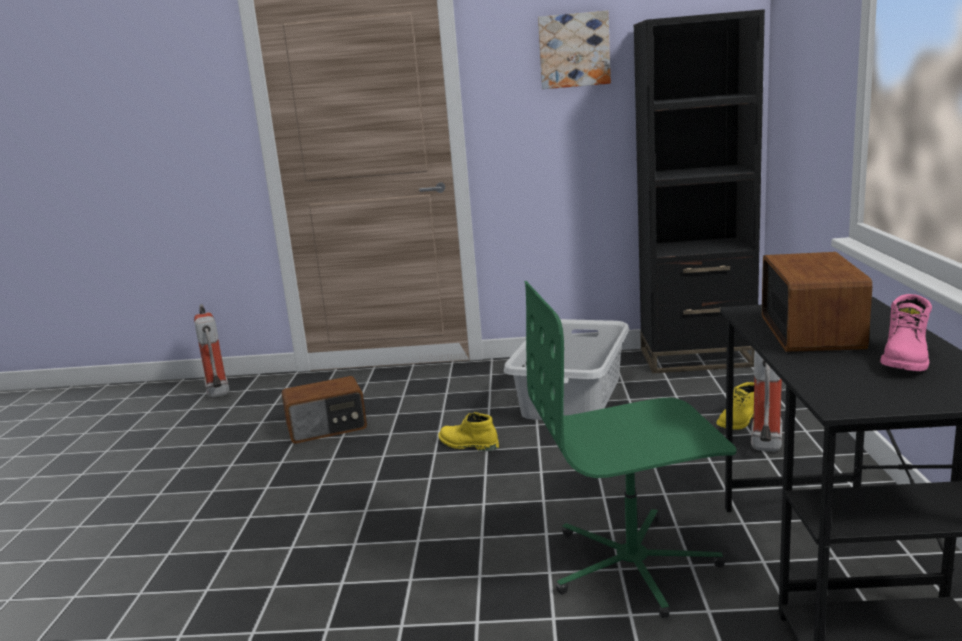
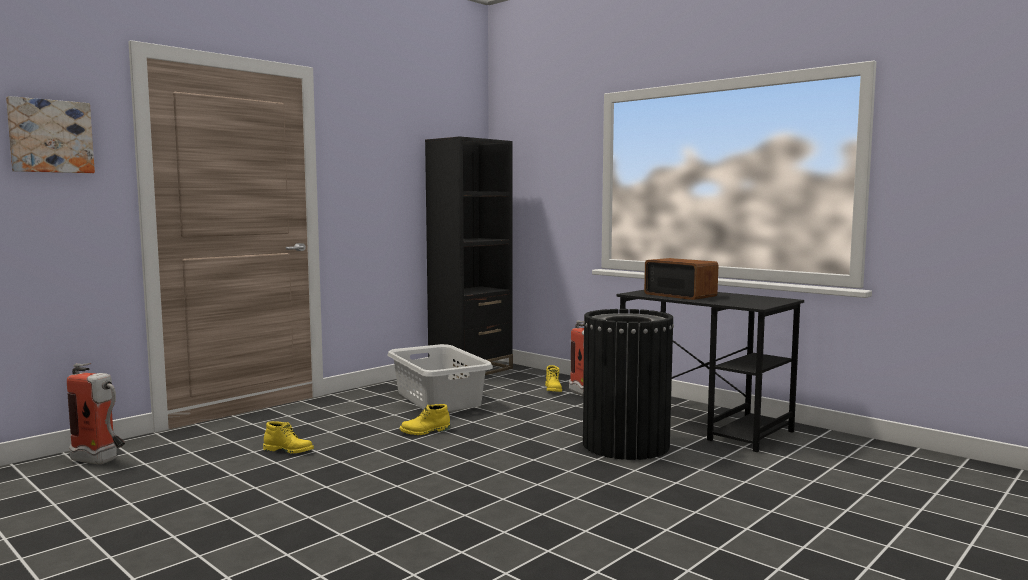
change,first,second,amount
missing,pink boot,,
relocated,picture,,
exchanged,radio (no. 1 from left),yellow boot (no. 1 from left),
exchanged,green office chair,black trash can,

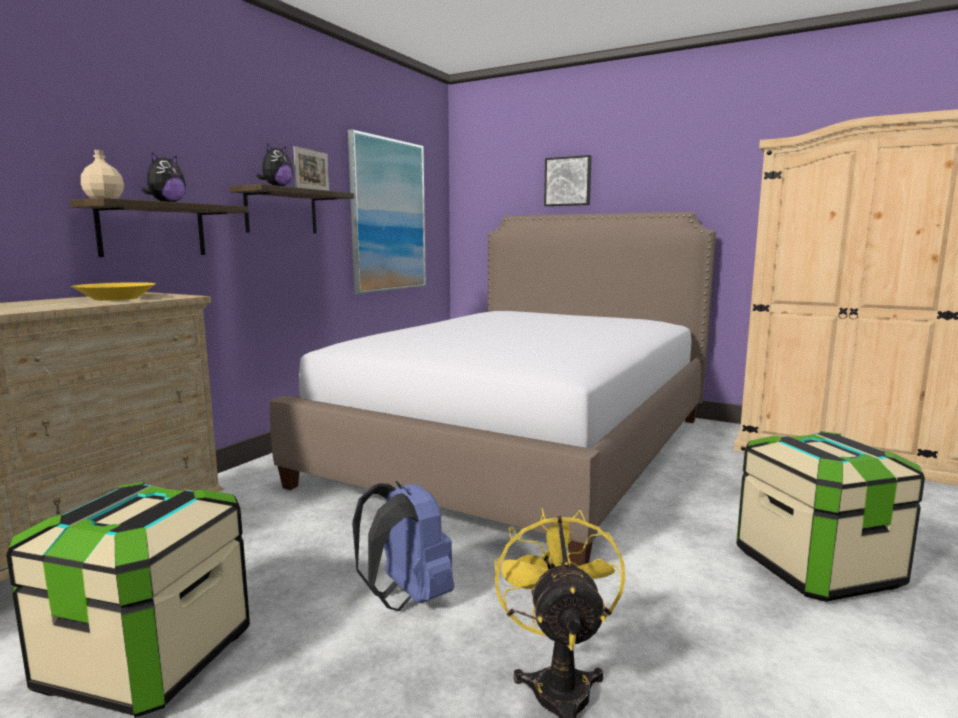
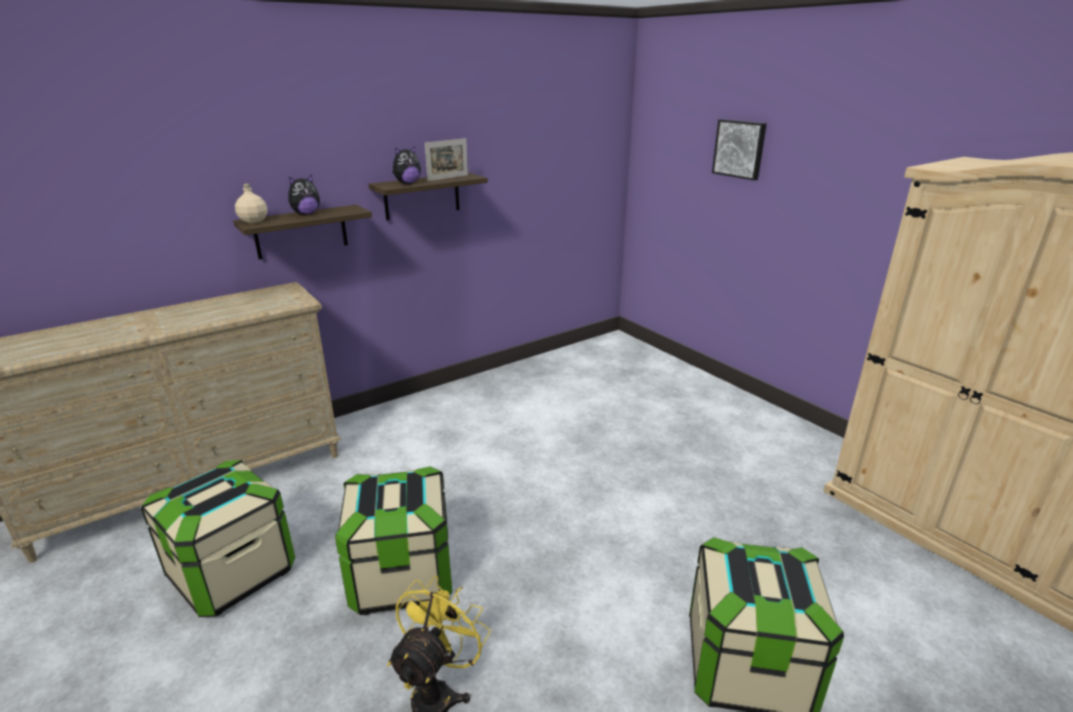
change,first,second,amount
missing,yellow bowl,,
missing,bed,,
missing,picture (no. 1 from left),,
exchanged,blue backpack,storage box (no. 2 from left),

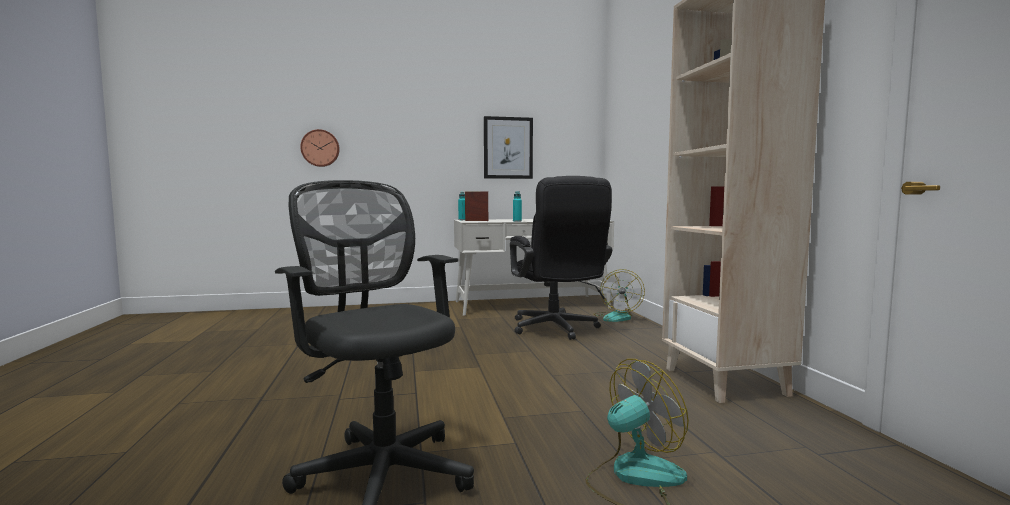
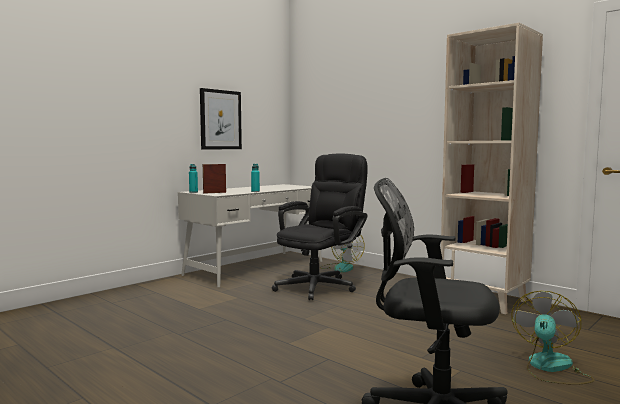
change,first,second,amount
missing,wall clock,,
spun,black office chair (no. 2 from left in the first image),black office chair (no. 1 from left),90 degrees counterclockwise

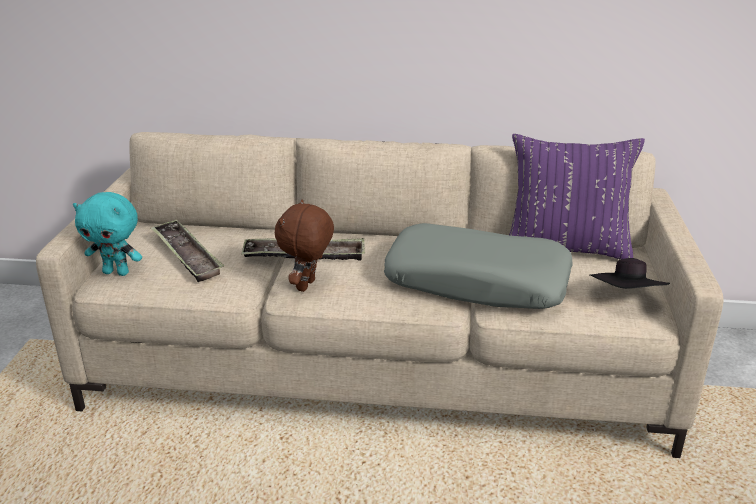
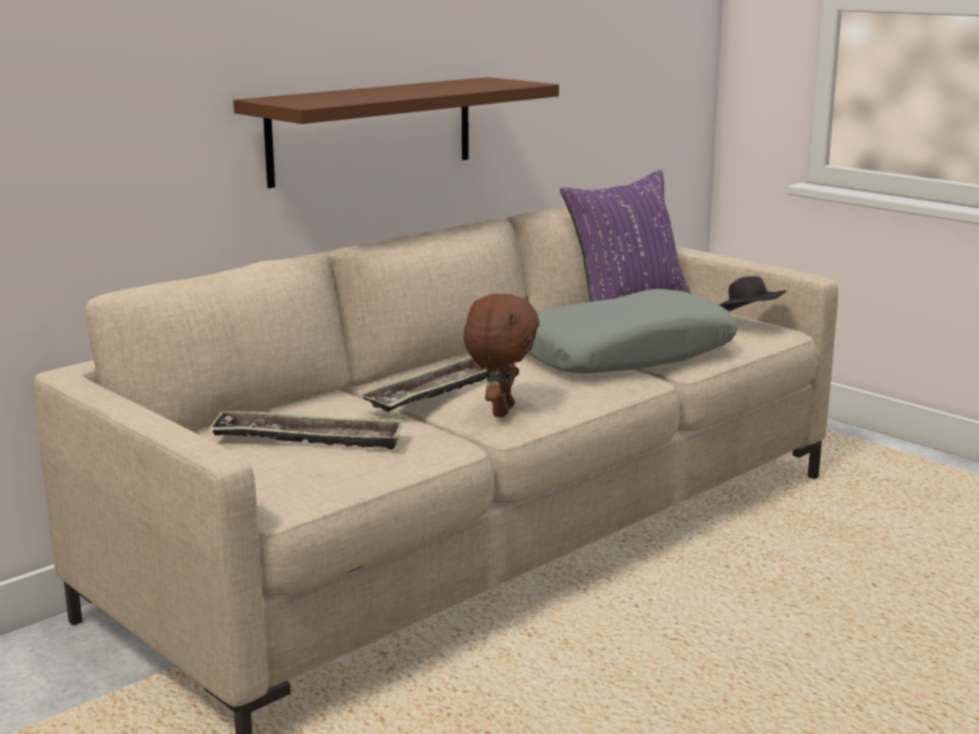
change,first,second,amount
missing,turquoise plush toy,,
appeared,,brown shelf,
spun,brown plush toy,,135 degrees counterclockwise

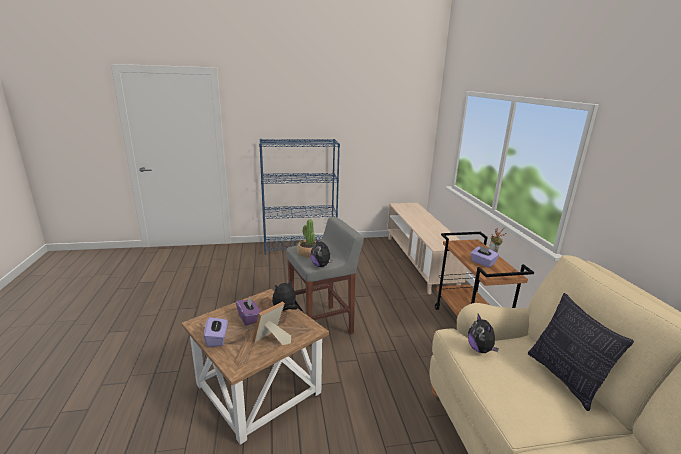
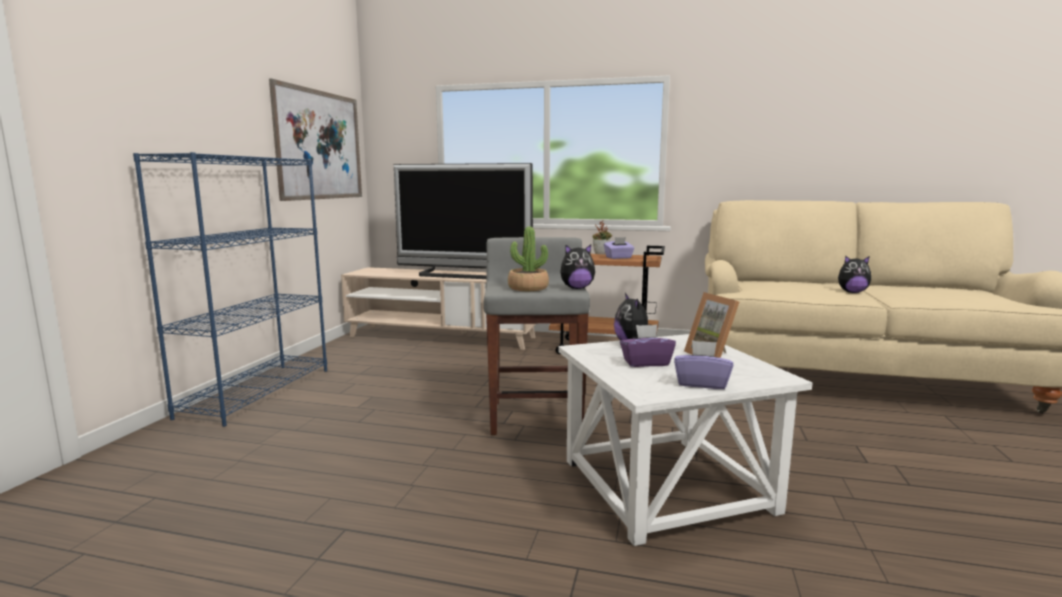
change,first,second,amount
missing,pillow,,
appeared,,picture,
appeared,,television,
relocated,plush toy (no. 3 from left),,
colour,brown side table,white side table,

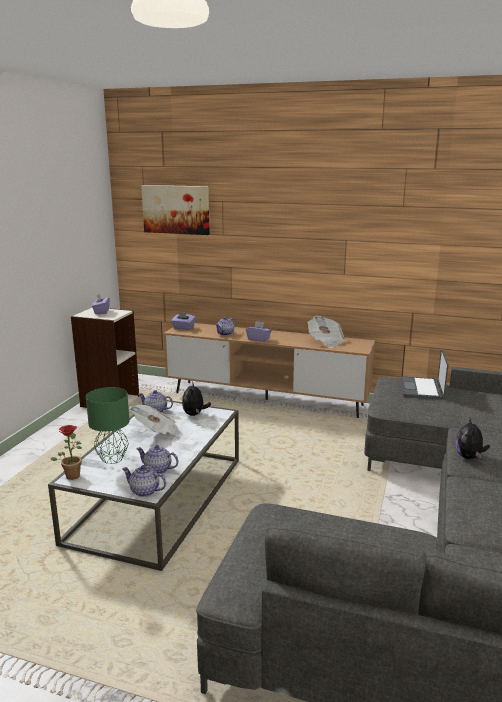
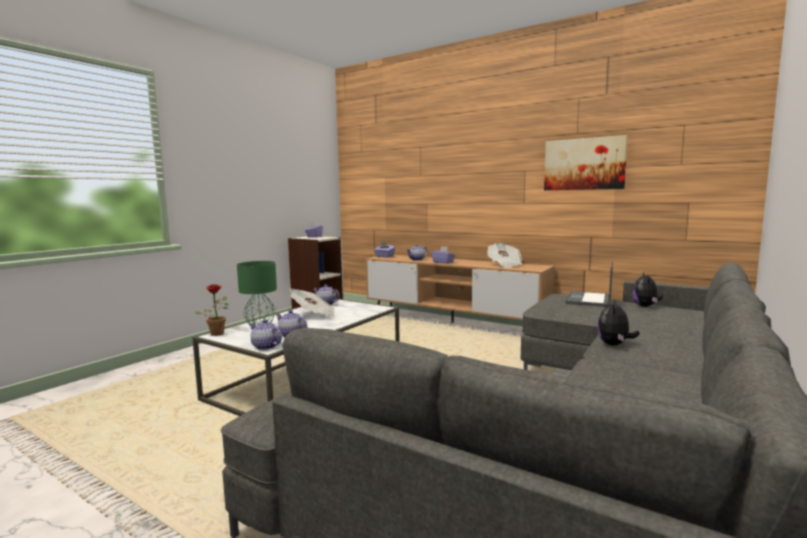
change,first,second,amount
relocated,picture,,
relocated,plush toy (no. 1 from left in the first image),plush toy (no. 2 from left),

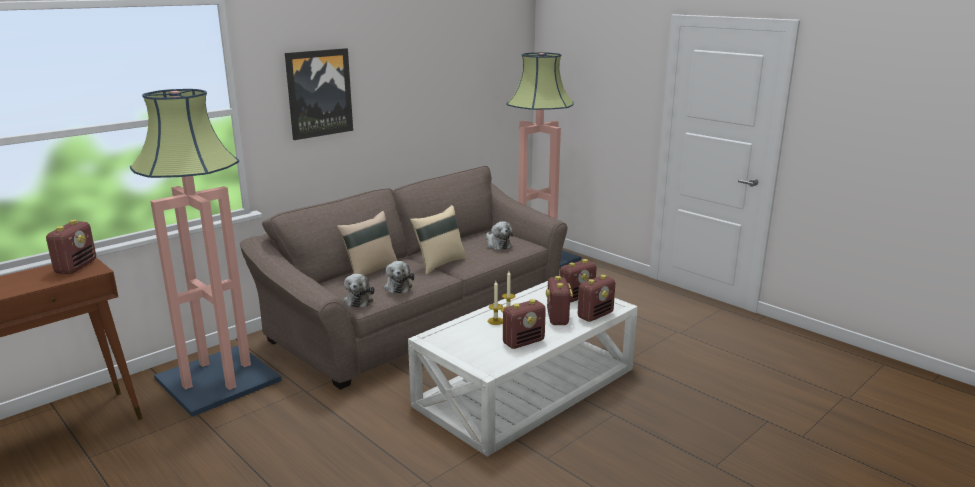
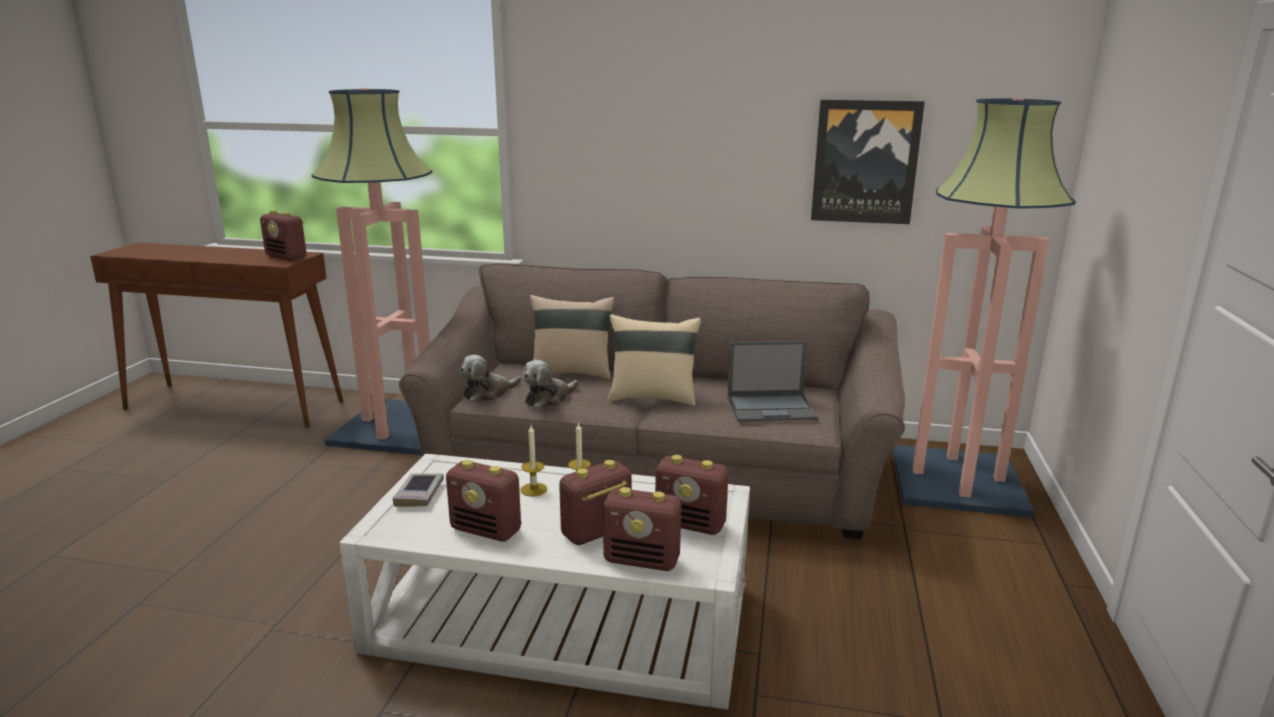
change,first,second,amount
appeared,,book,
relocated,picture,,
exchanged,plush toy (no. 3 from left),laptop,
spun,radio (no. 1 from left),,60 degrees clockwise

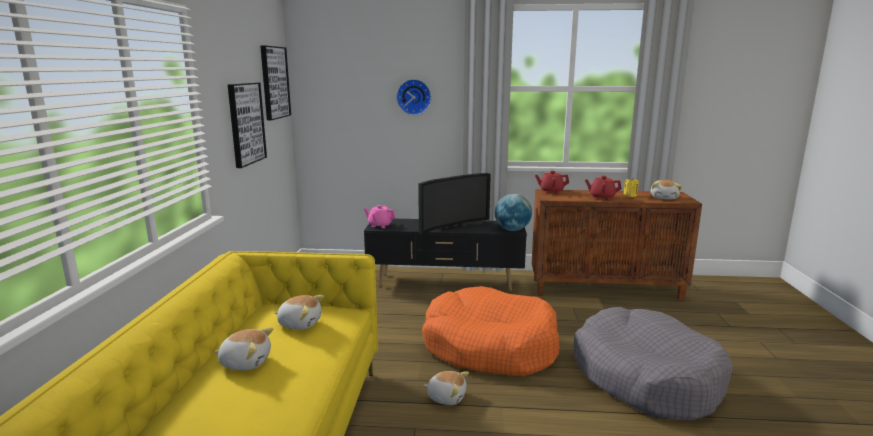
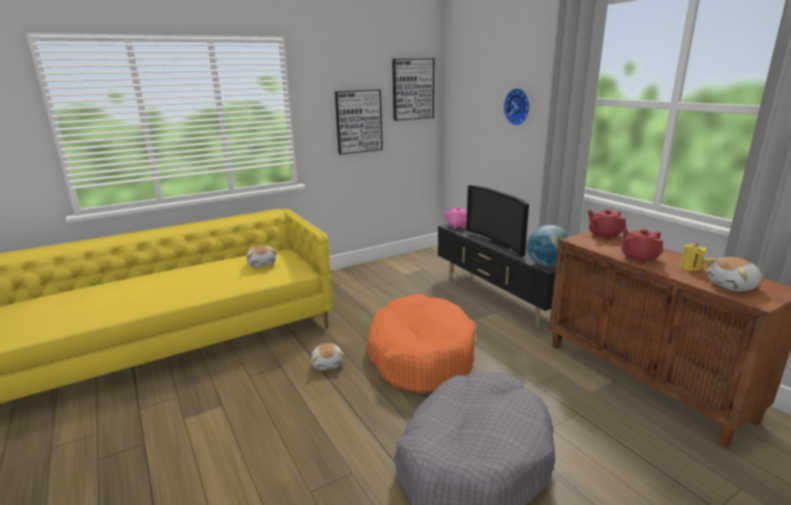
change,first,second,amount
missing,plush toy (no. 1 from left),,
spun,television,,45 degrees clockwise

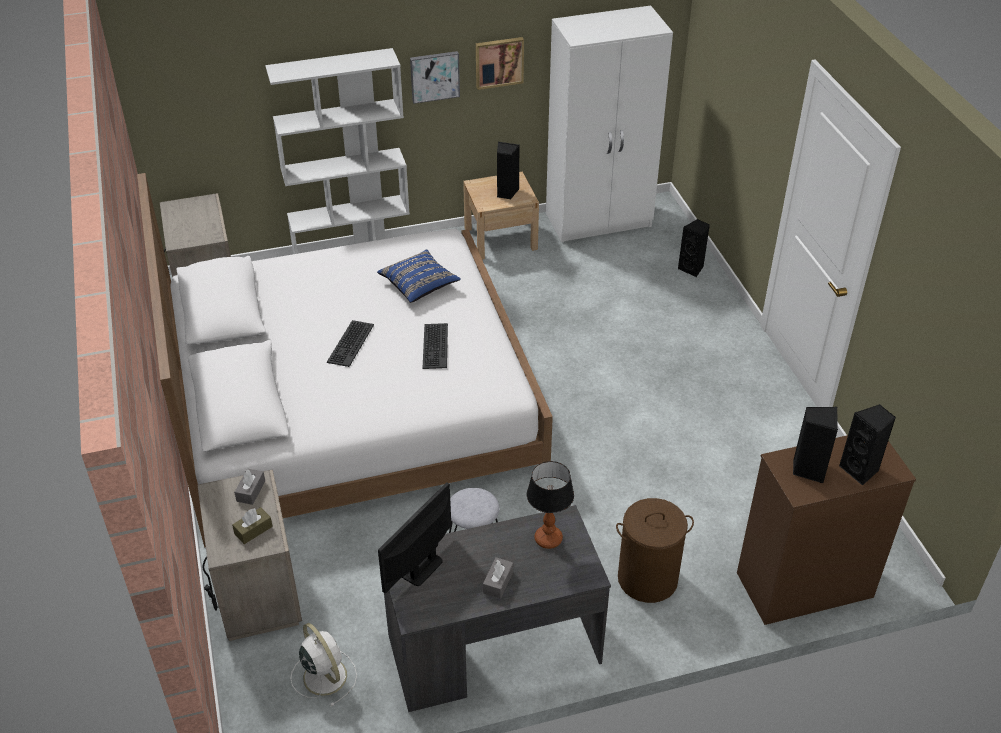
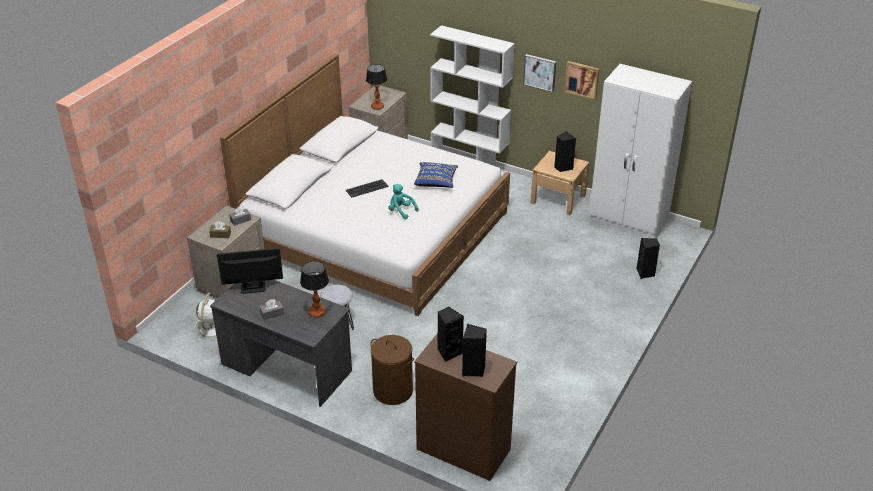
change,first,second,amount
appeared,,table lamp (no. 2 from left),
exchanged,keyboard (no. 2 from left),turquoise plush toy,

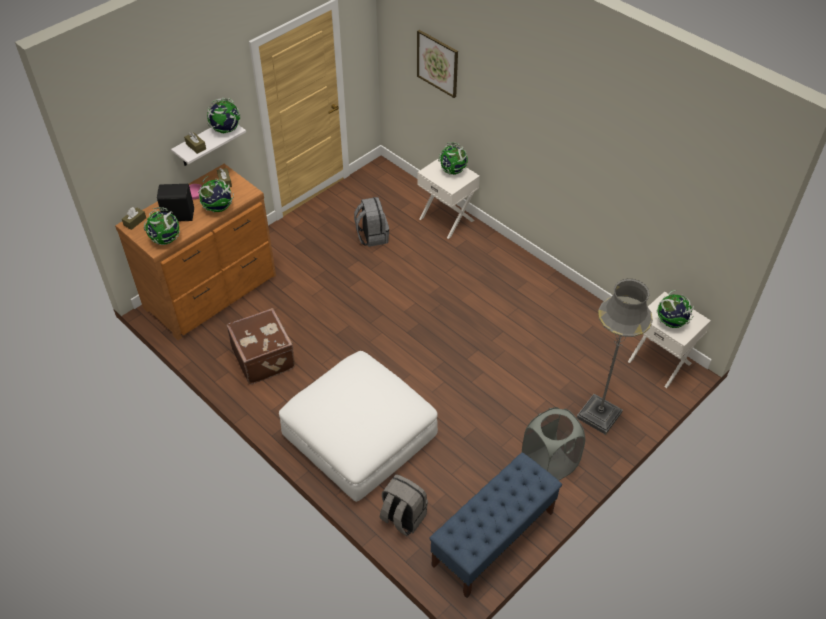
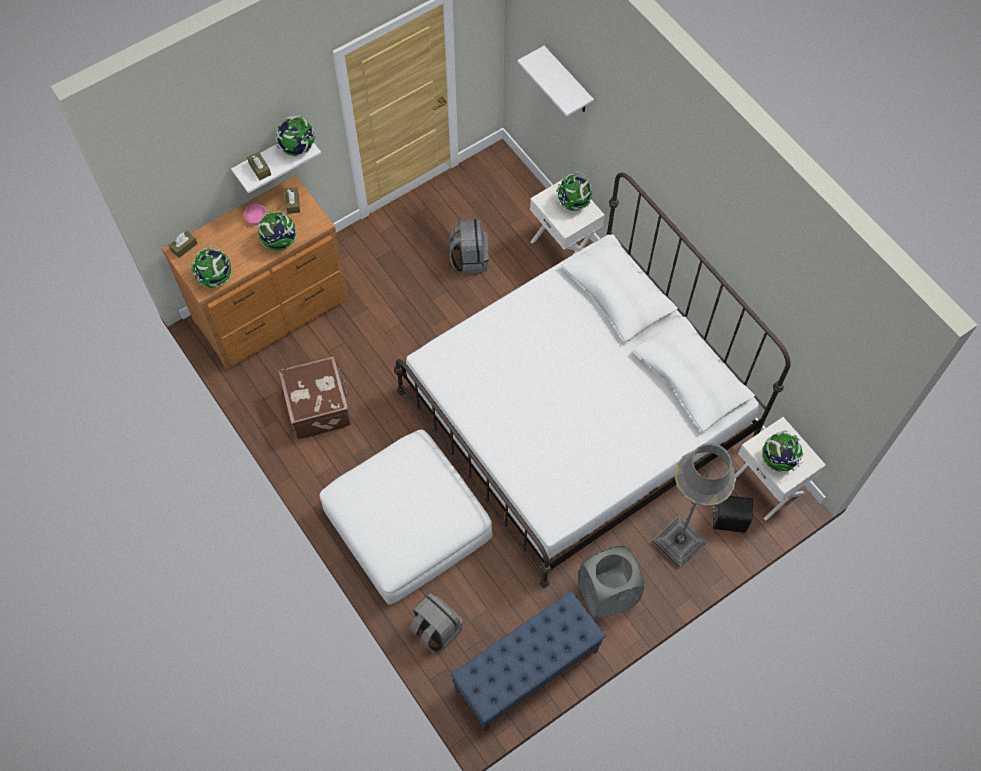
change,first,second,amount
appeared,,white bed,
relocated,black speaker,,
exchanged,picture,white shelf (no. 2 from left),

